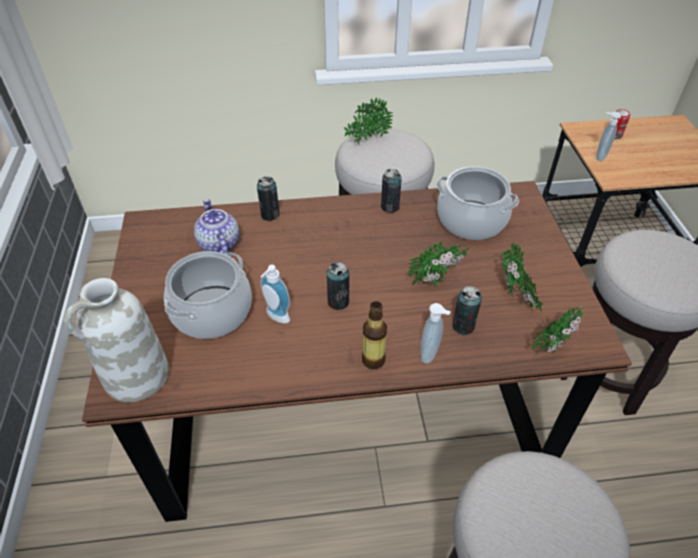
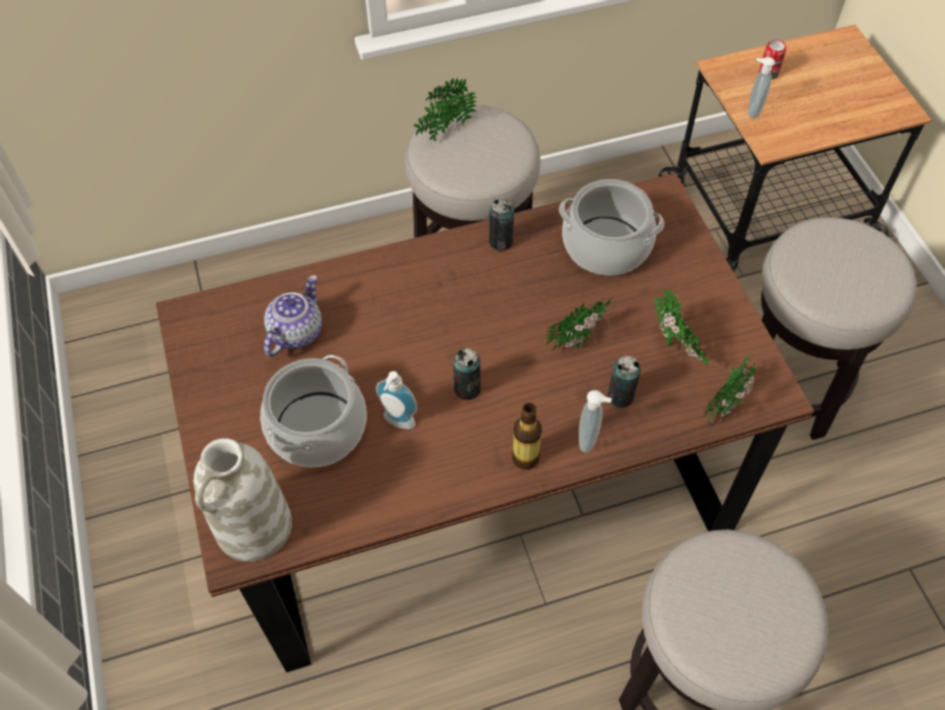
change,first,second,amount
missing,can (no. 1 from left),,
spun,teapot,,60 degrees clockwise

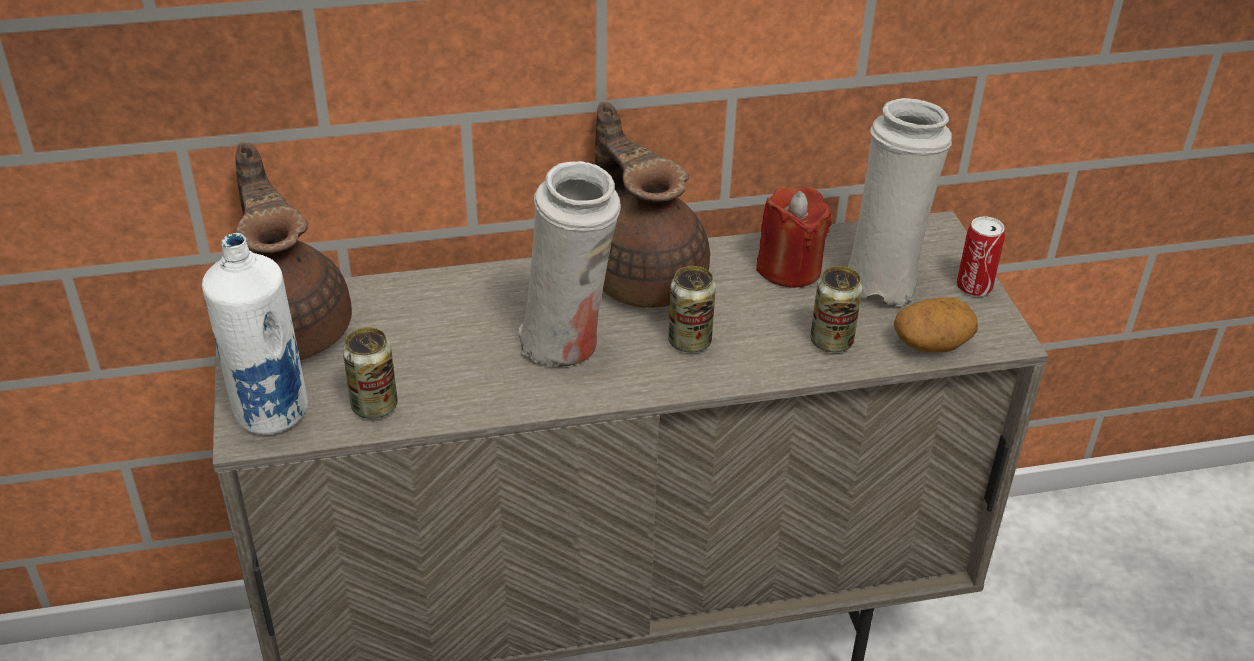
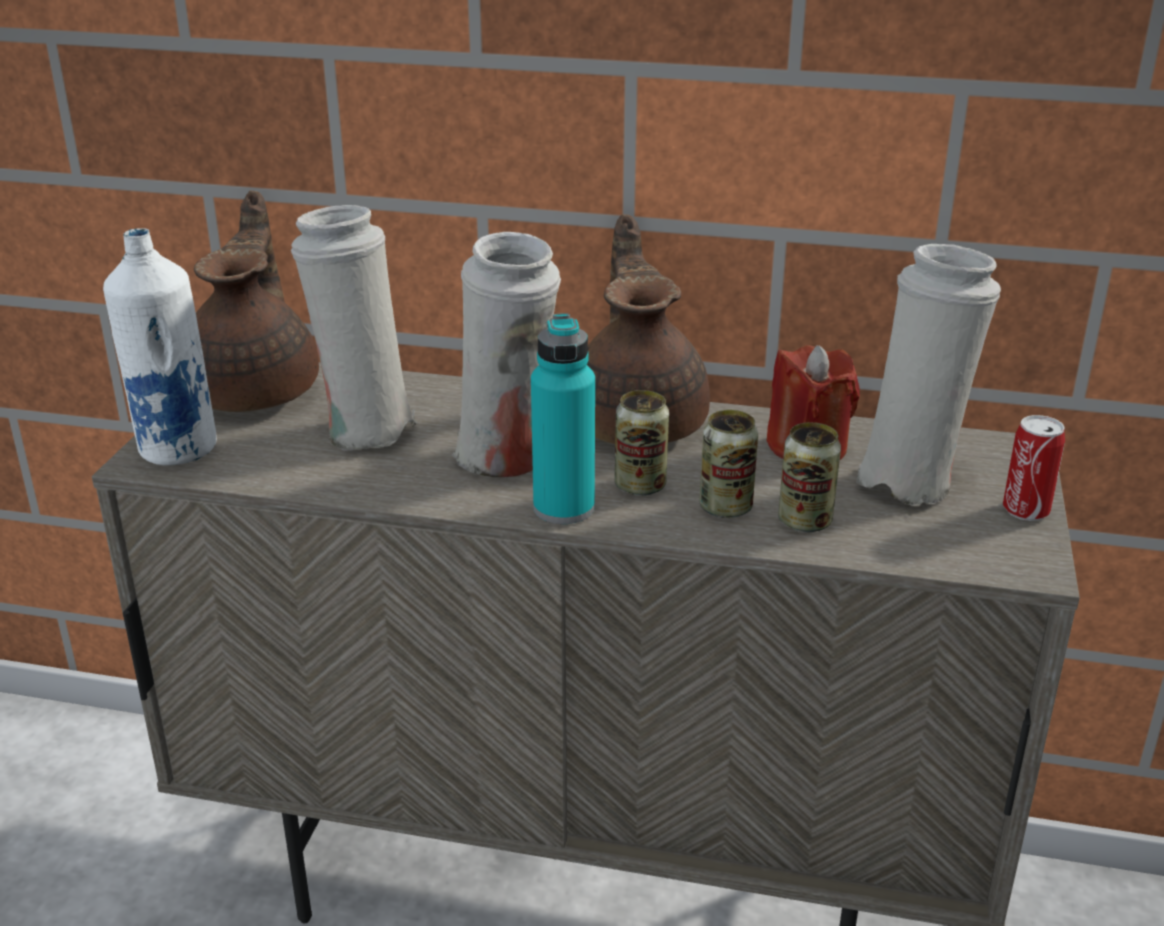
change,first,second,amount
missing,potato,,
appeared,,white vase (no. 1 from left),
appeared,,turquoise bottle,
relocated,can (no. 1 from left in the first image),can (no. 2 from left),

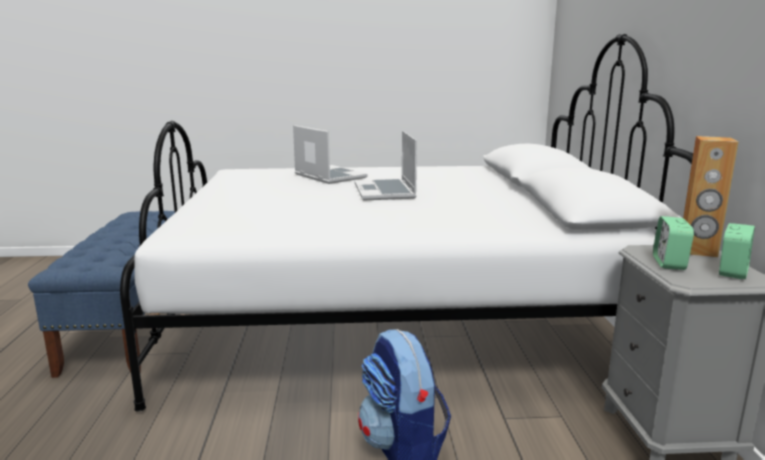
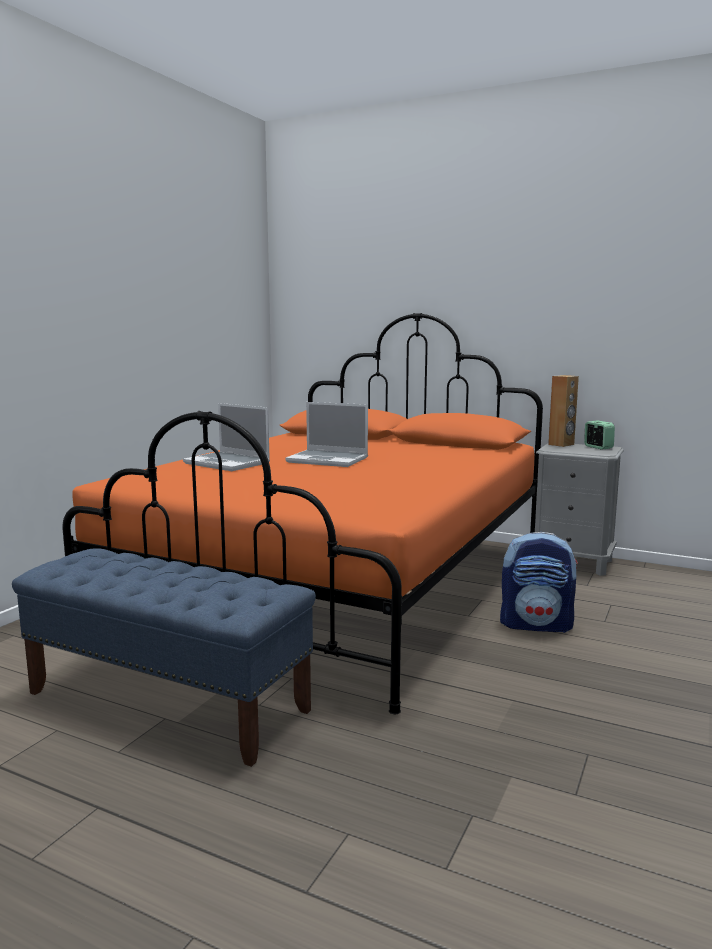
change,first,second,amount
missing,alarm clock (no. 1 from left),,
colour,white bed,orange bed,
spun,laptop (no. 1 from left),,135 degrees counterclockwise

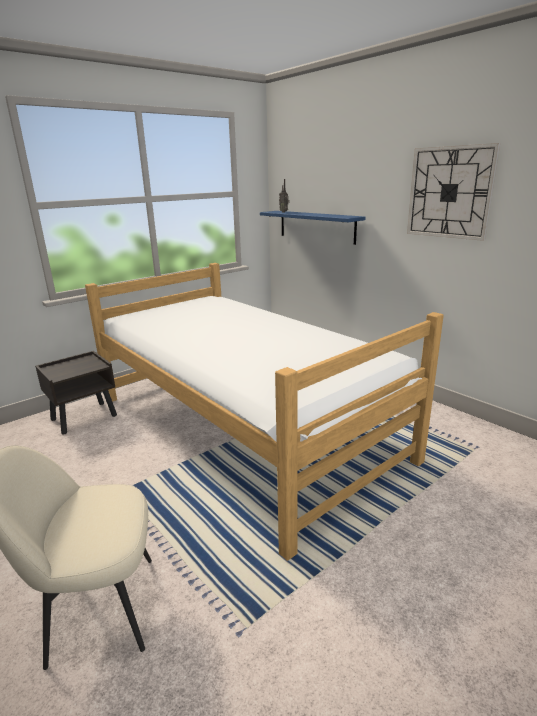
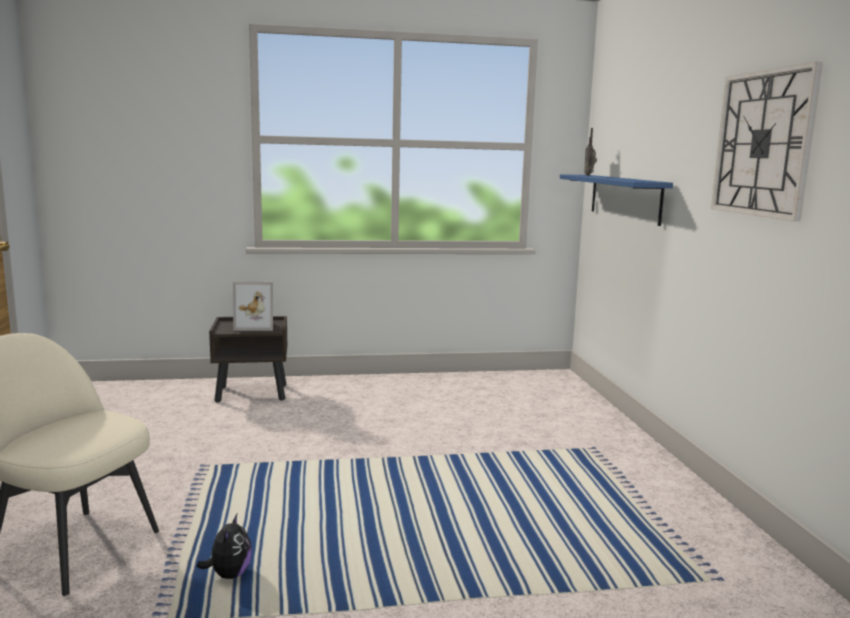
change,first,second,amount
missing,bed,,
appeared,,plush toy,
appeared,,picture frame,

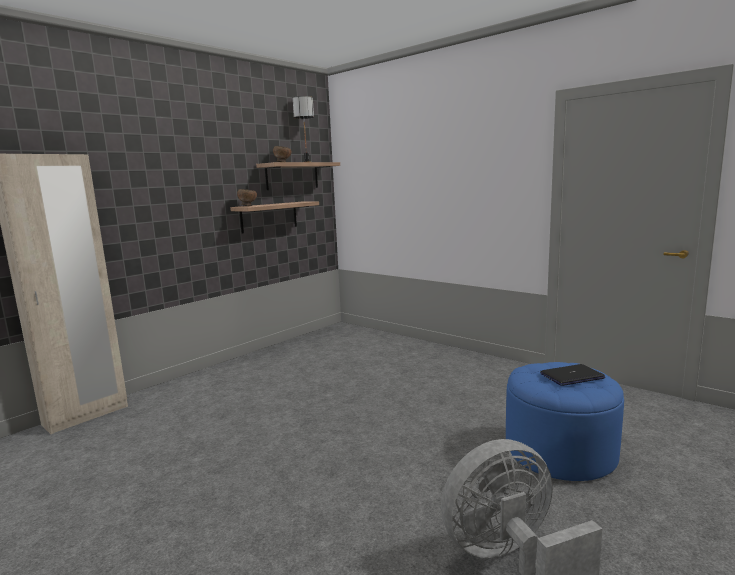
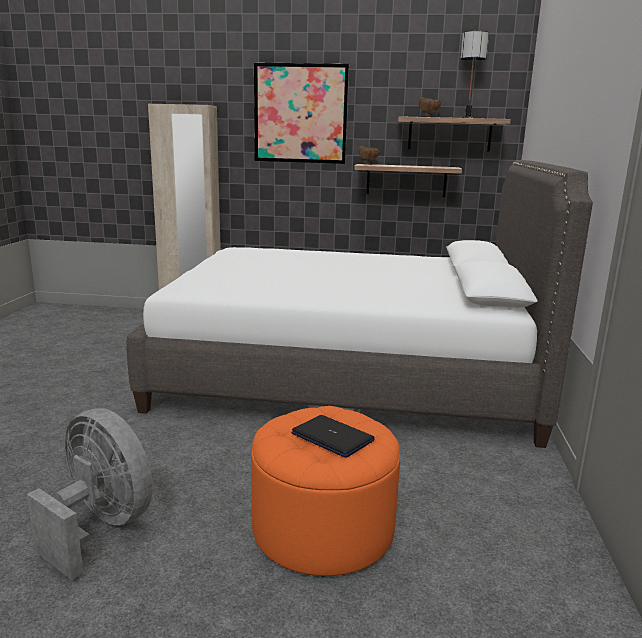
change,first,second,amount
appeared,,white bed,
appeared,,picture,
colour,blue ottoman,orange ottoman,

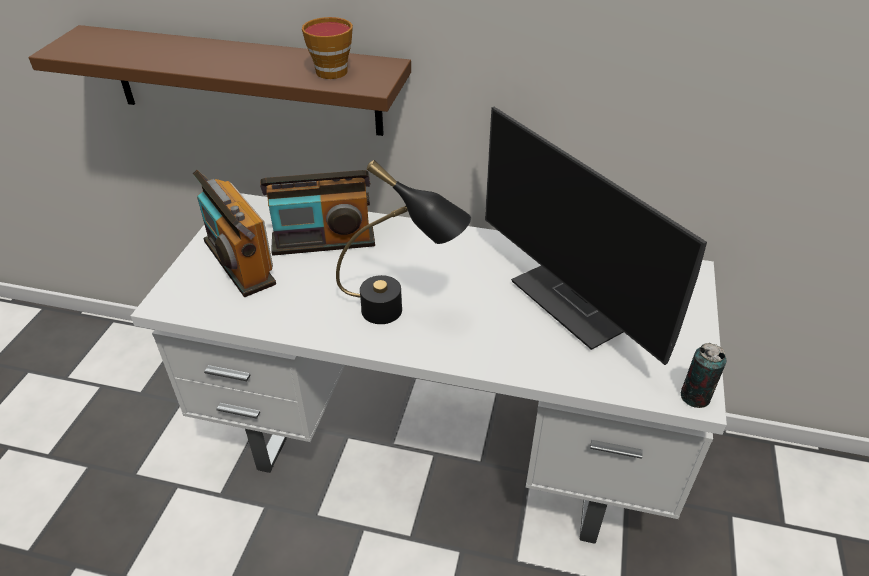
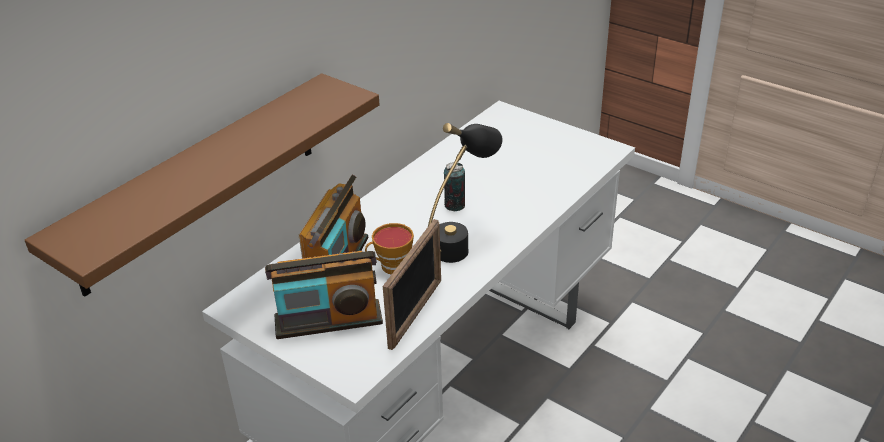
change,first,second,amount
missing,monitor,,
appeared,,picture frame,
relocated,cup,,
relocated,can,,

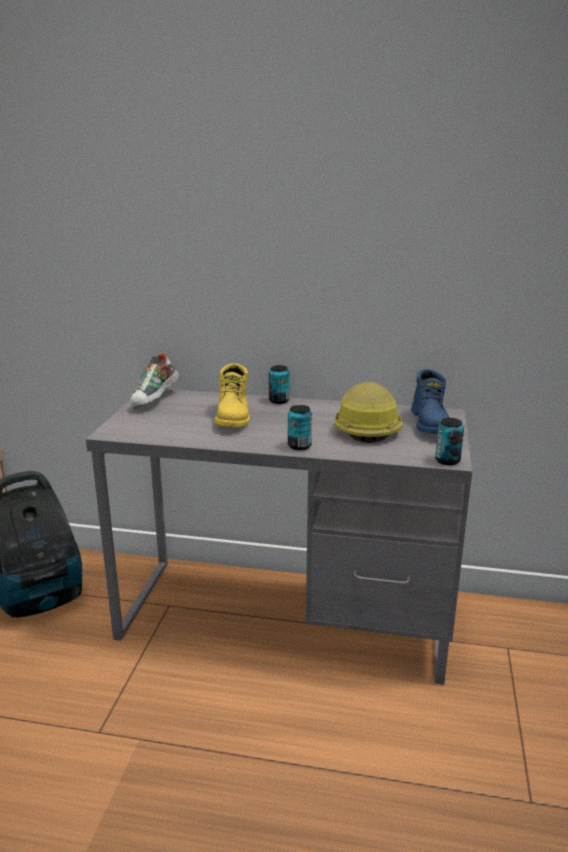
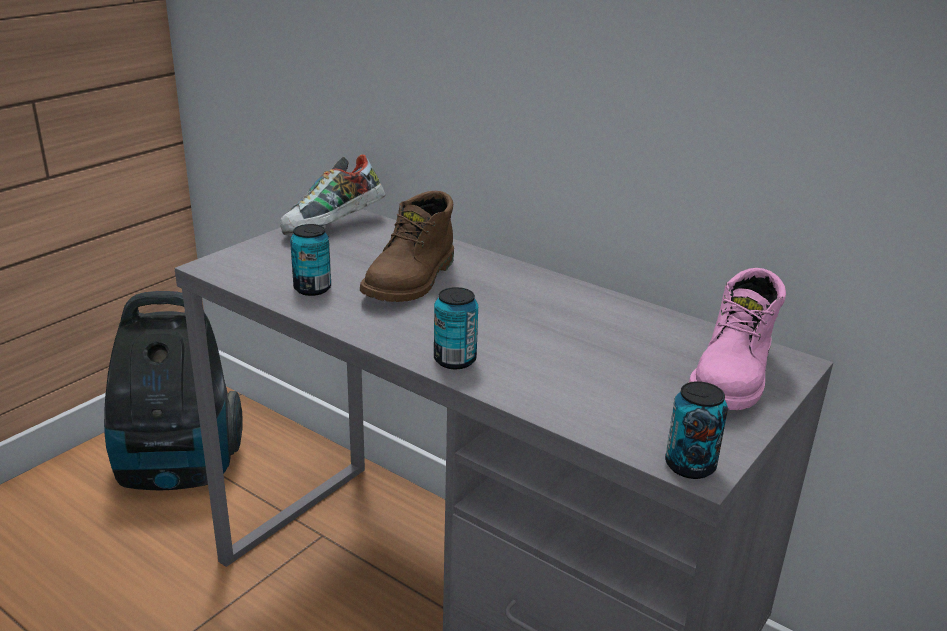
change,first,second,amount
missing,hard hat,,
relocated,can (no. 1 from left),,
colour,yellow boot,brown boot,
colour,blue boot,pink boot,

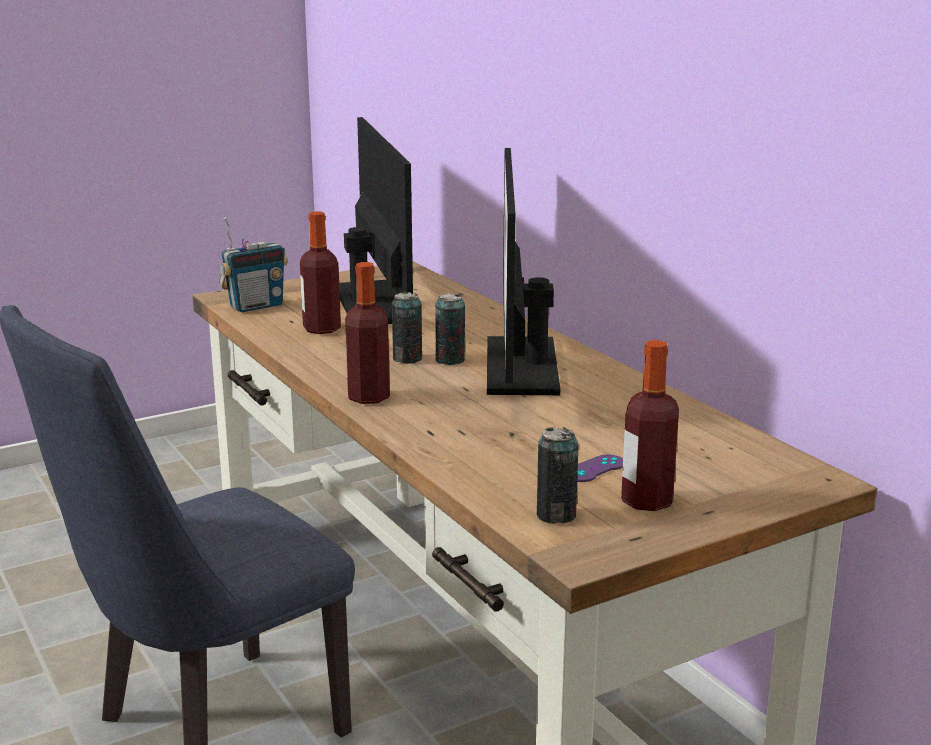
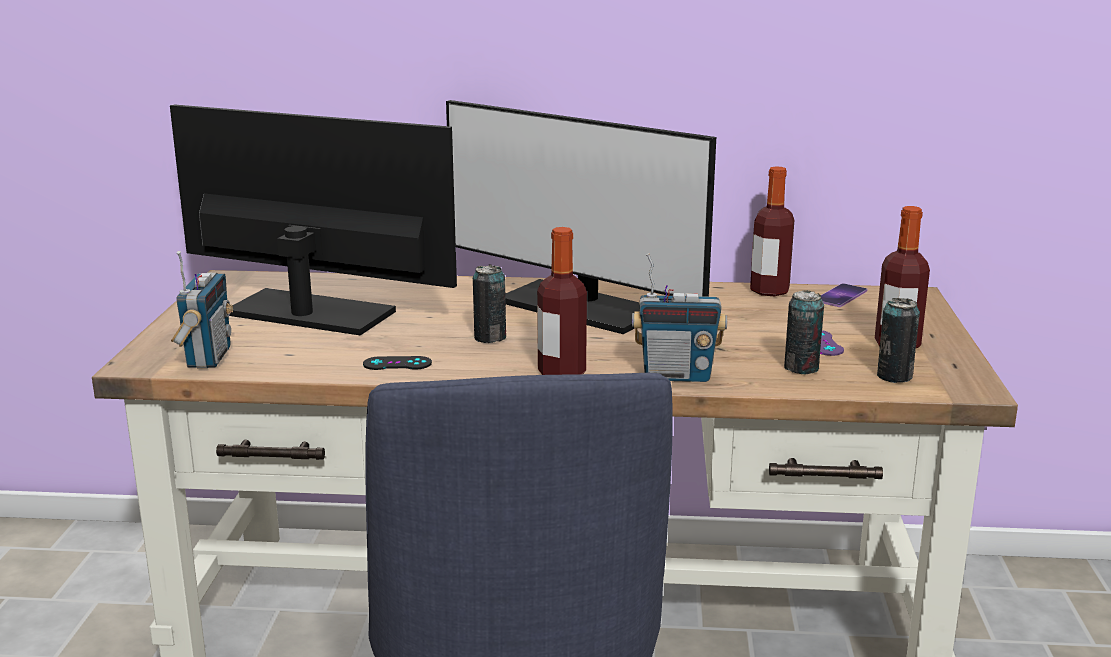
change,first,second,amount
appeared,,black game controller,
appeared,,radio (no. 2 from left),
appeared,,phone,
relocated,bottle (no. 1 from left in the first image),bottle (no. 2 from left),
relocated,can (no. 2 from left),,

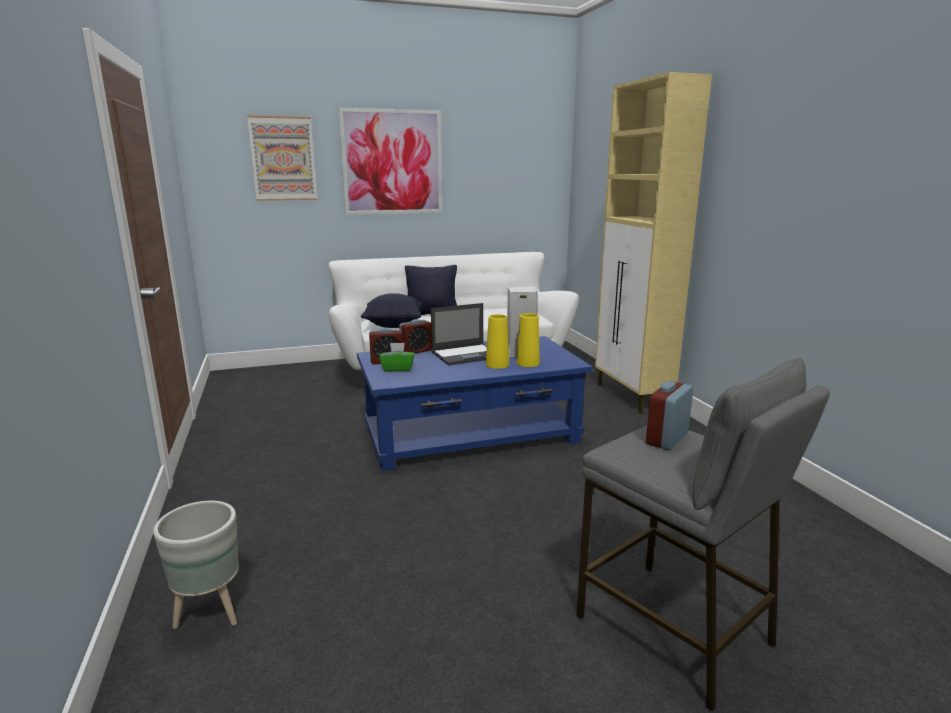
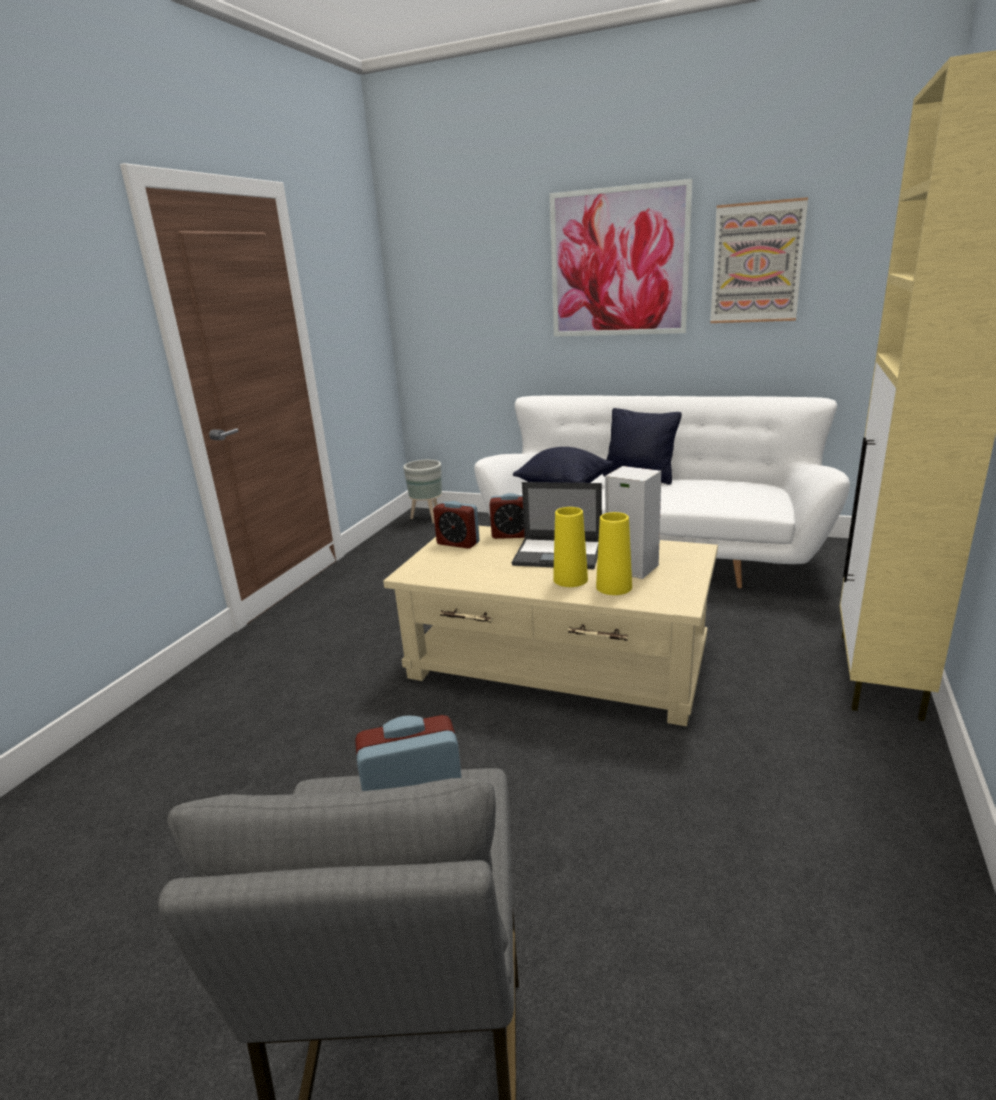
change,first,second,amount
missing,green tissue box,,
relocated,grey planter,,
relocated,picture (no. 1 from left in the first image),picture (no. 2 from left),
colour,blue coffee table,beige coffee table,

